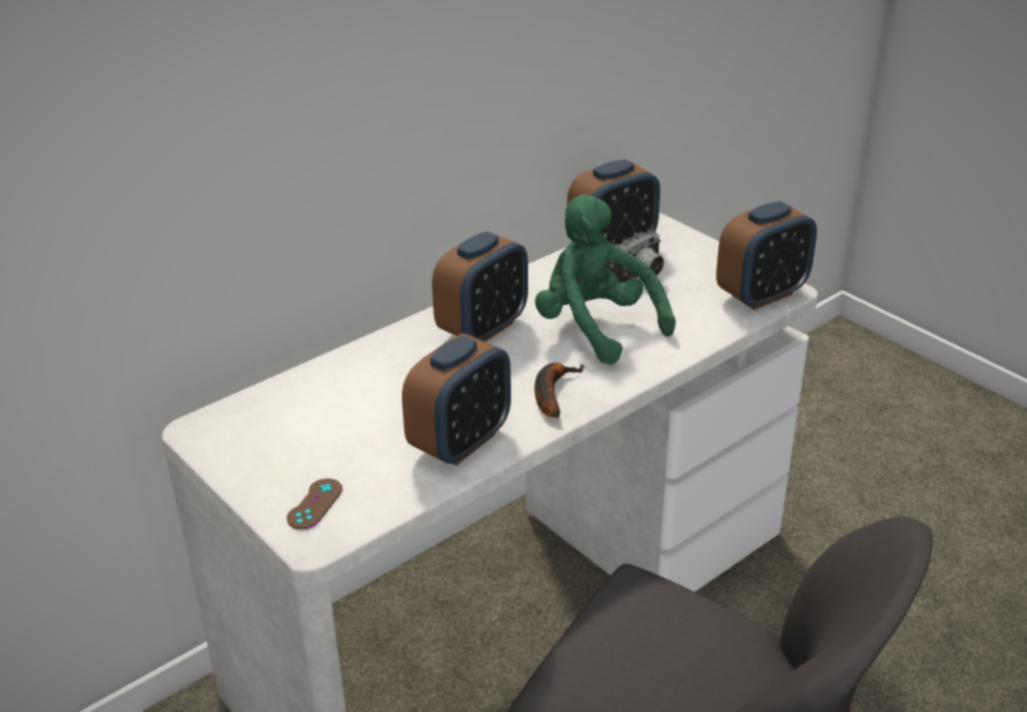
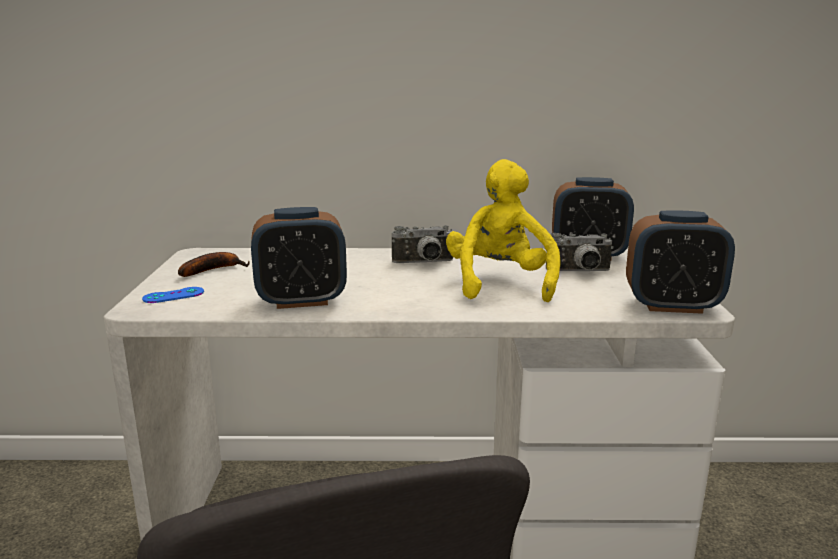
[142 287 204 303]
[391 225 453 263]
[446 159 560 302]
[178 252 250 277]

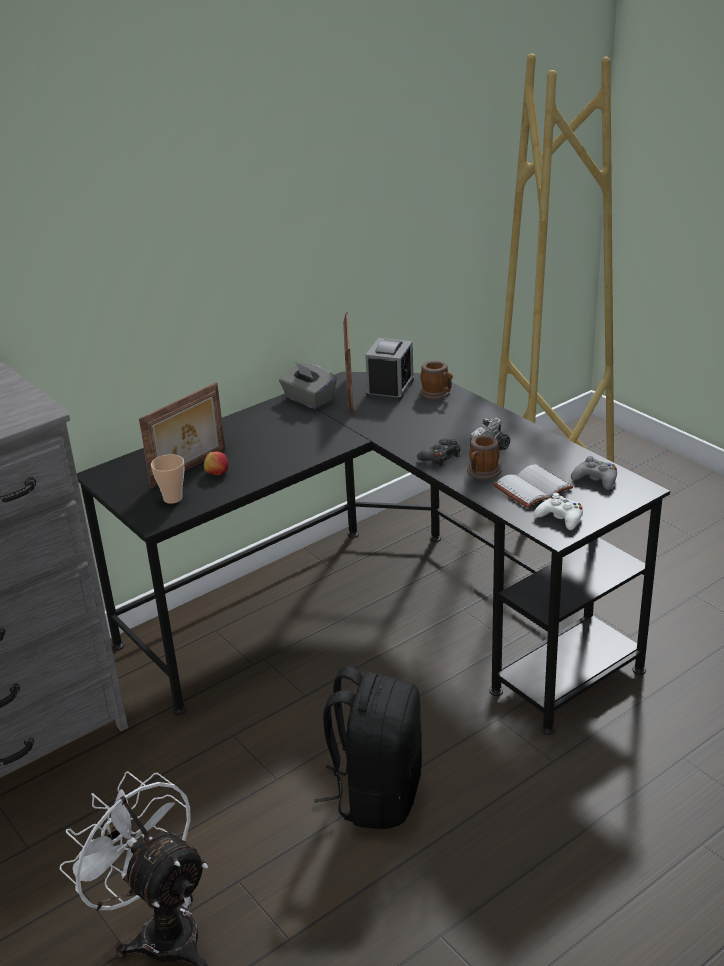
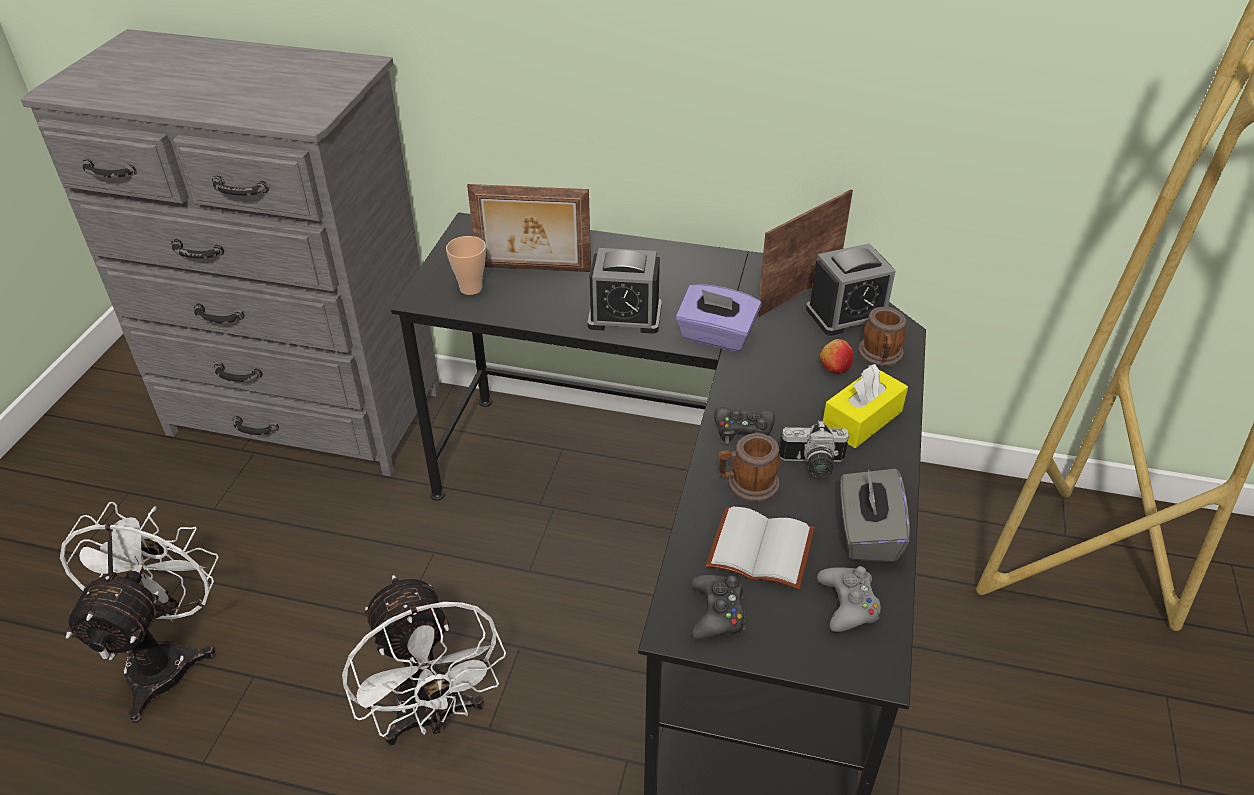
[820 339 854 374]
[840 469 910 562]
[342 575 506 746]
[691 575 746 639]
[587 248 662 334]
[676 284 761 352]
[823 364 908 448]

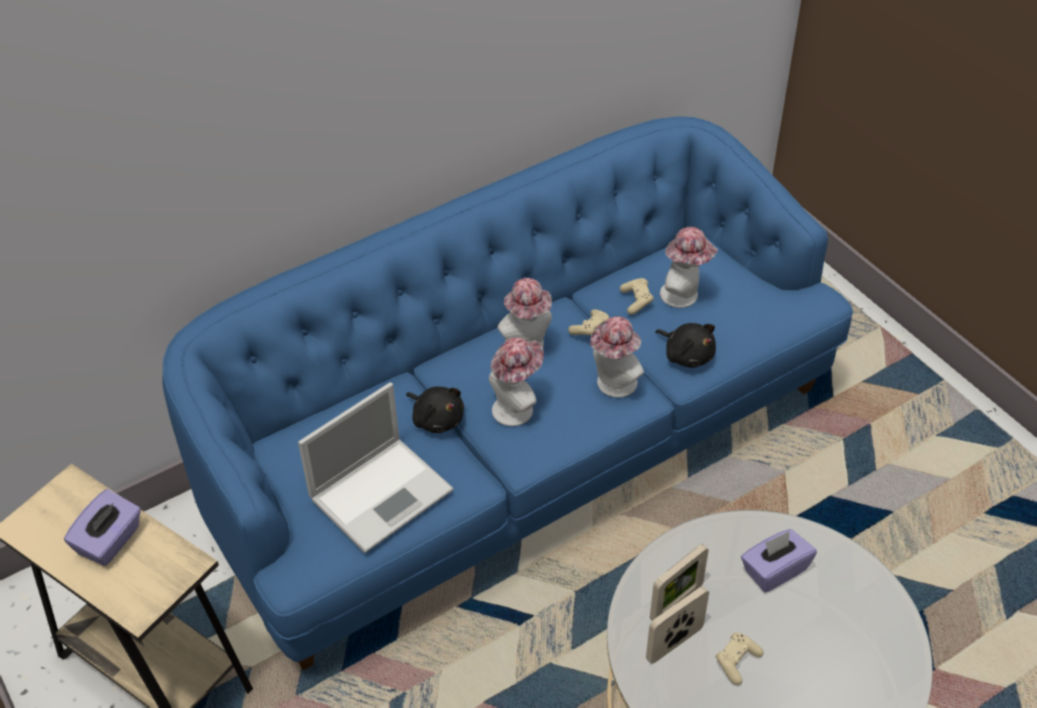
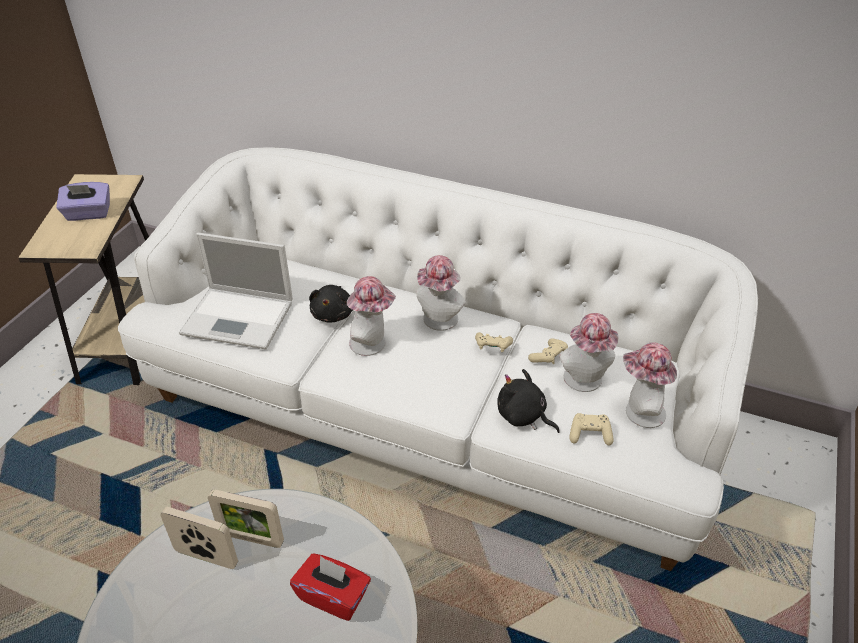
[118 147 758 571]
[623 343 677 428]
[497 369 560 433]
[569 413 614 445]
[290 553 371 621]

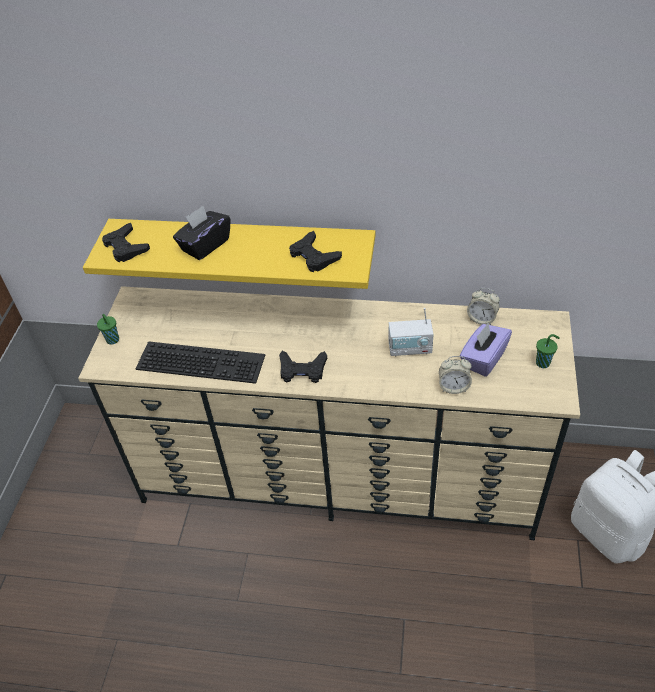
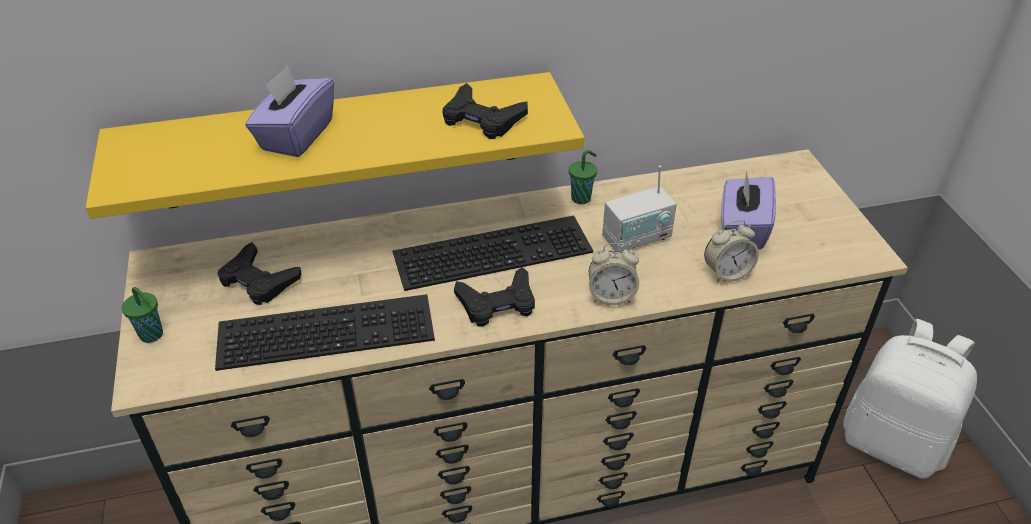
[217 242 302 305]
[245 65 334 157]
[589 243 639 305]
[569 150 597 204]
[393 216 593 291]

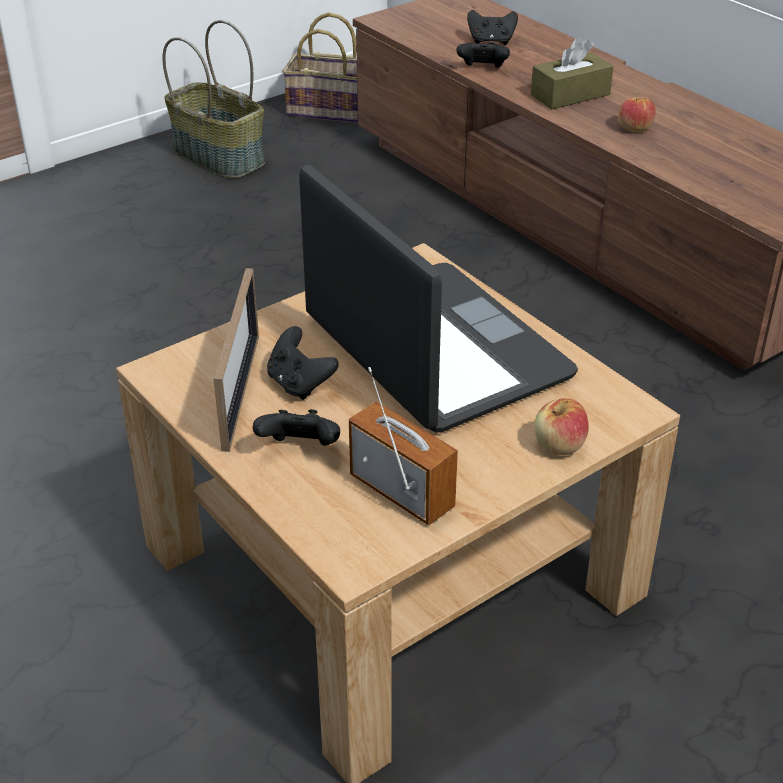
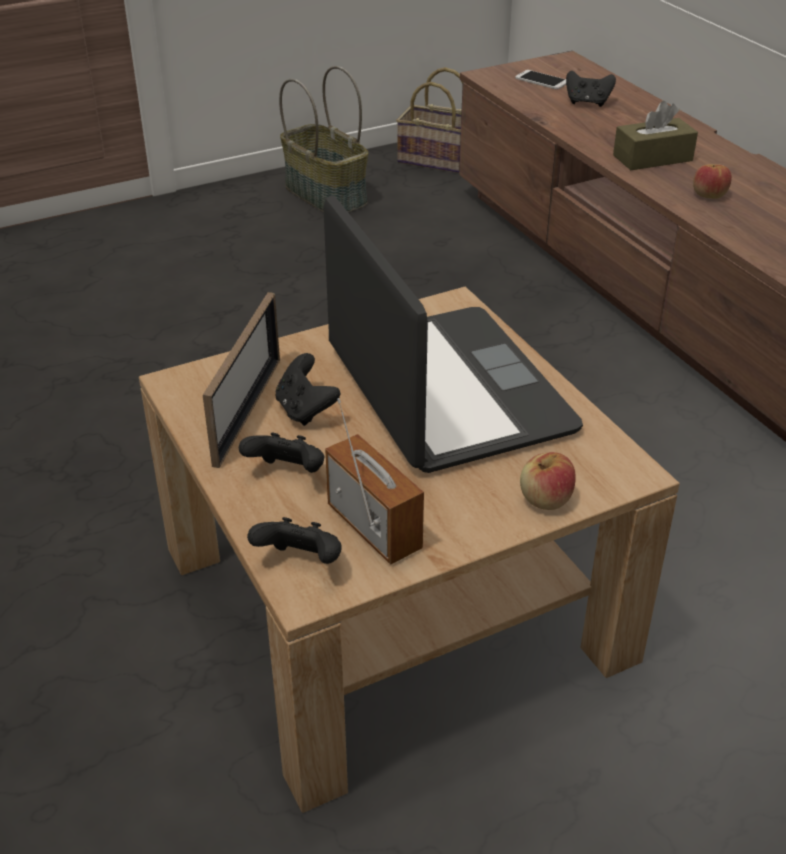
[247 517 342 564]
[515 70 566 90]

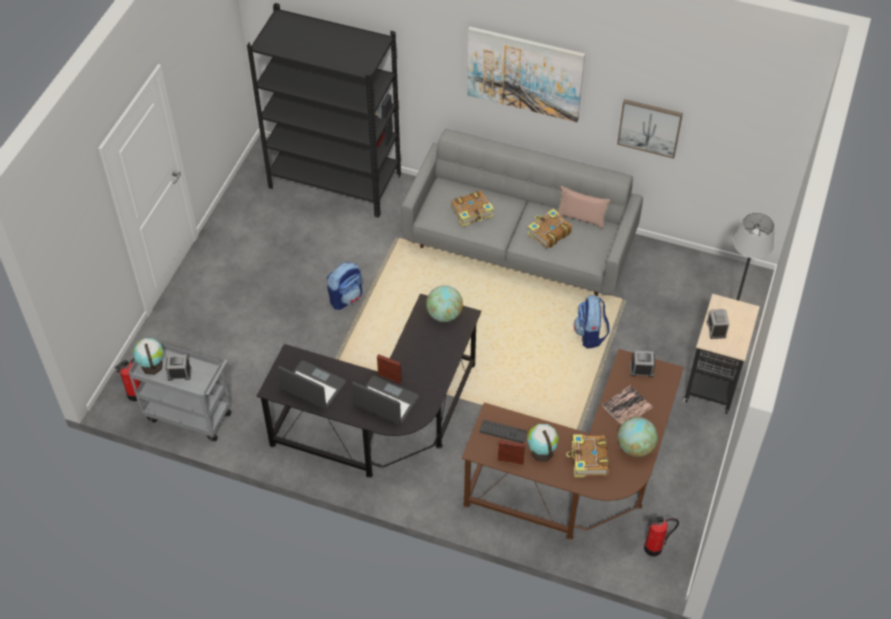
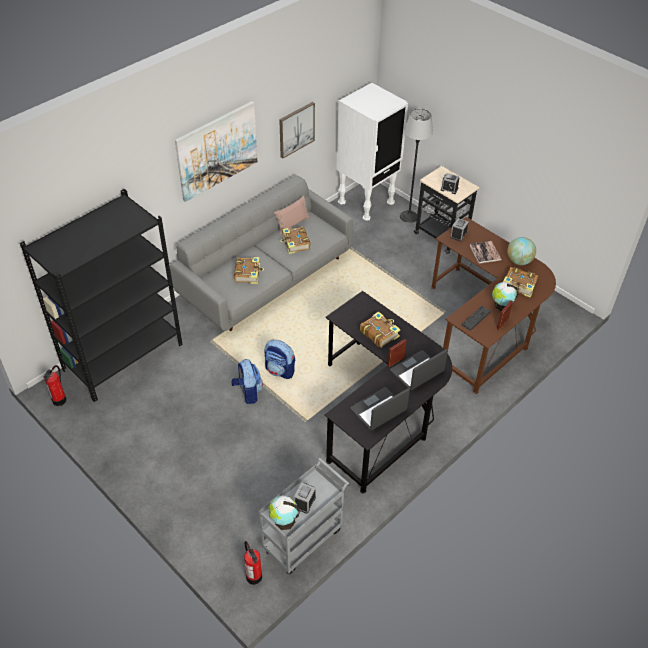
[426 285 463 322] (first image)
[264 340 295 379]
[43 365 67 406]
[336 83 408 221]
[360 312 400 348]

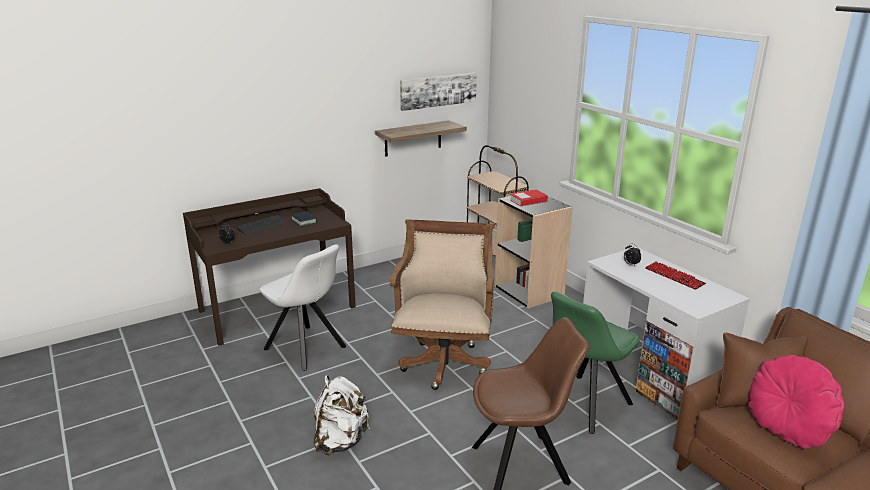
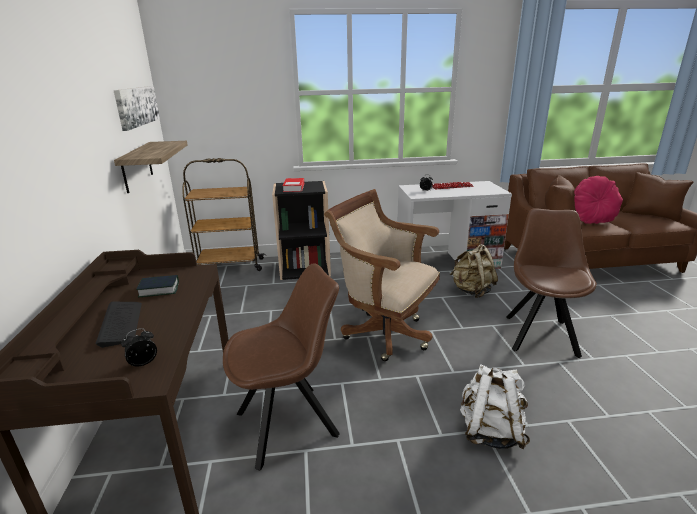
[223 263 340 470]
[450 244 498 298]

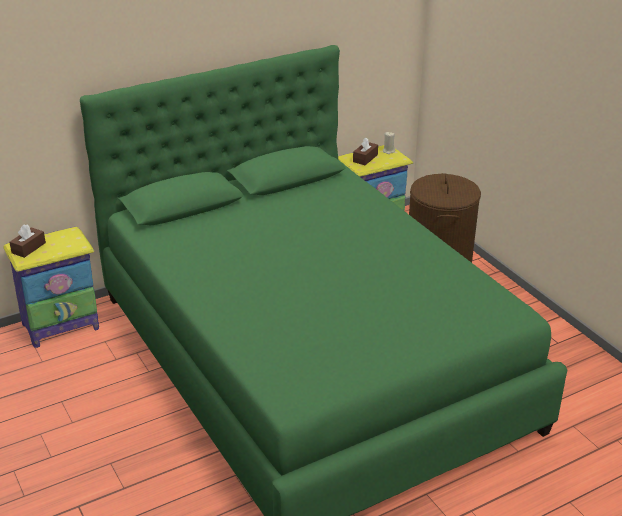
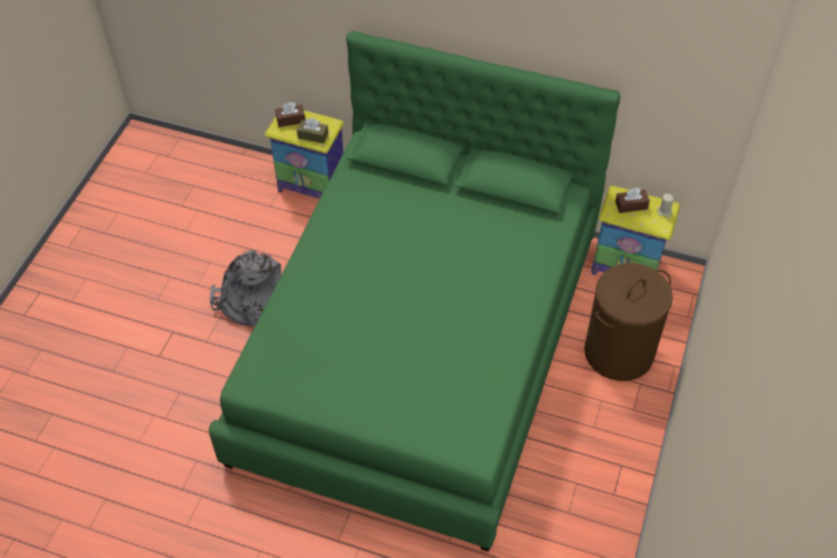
[210 250 281 327]
[297 118 329 143]

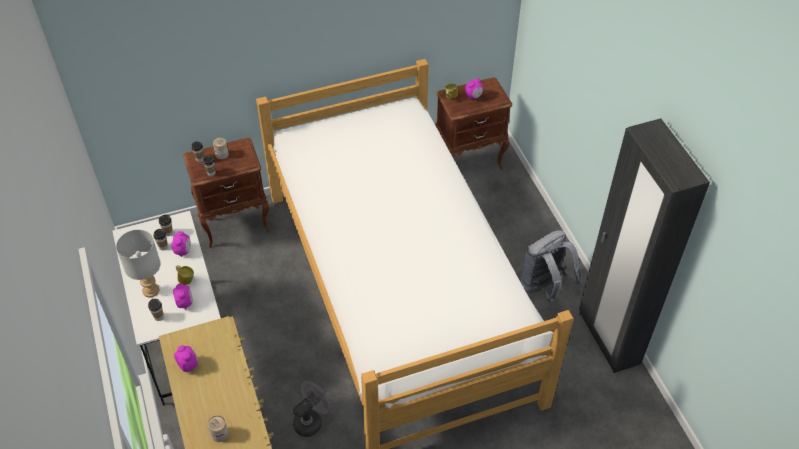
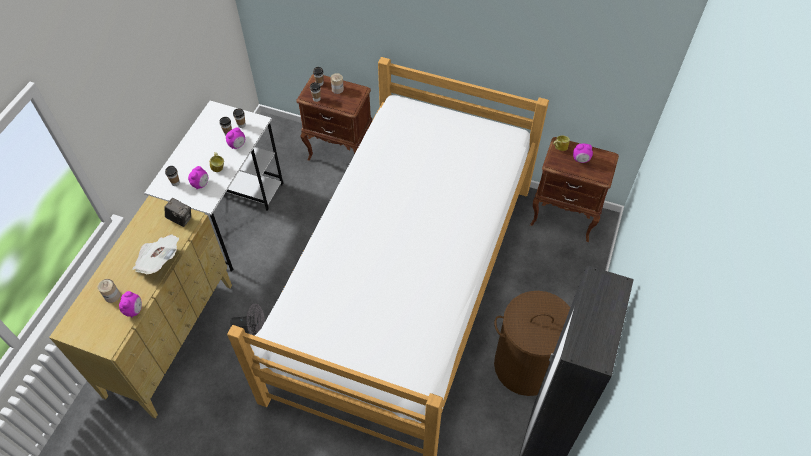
[116 230 161 297] (first image)
[119 291 142 318]
[494 291 571 396]
[132 234 179 274]
[164 198 191 227]

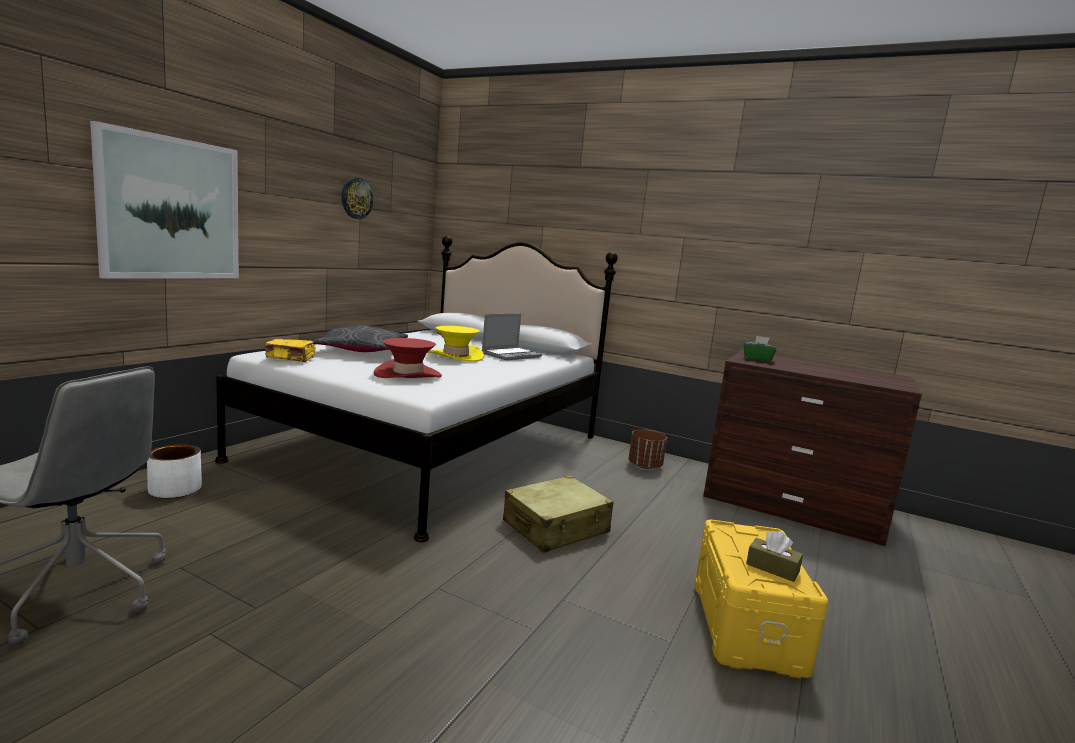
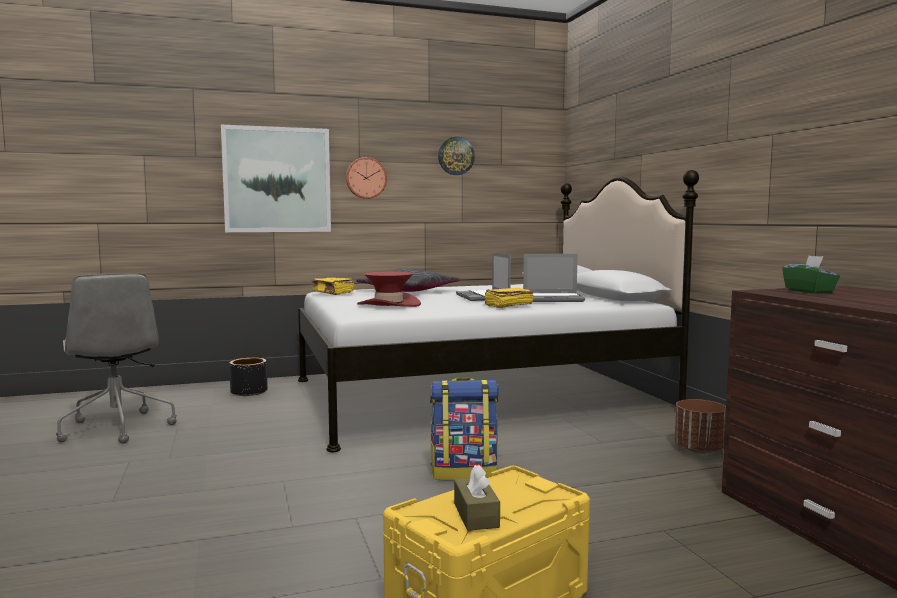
[230 358 268 396]
[456 252 511 301]
[430 378 499 481]
[346 157 387 199]
[484 288 534 308]

